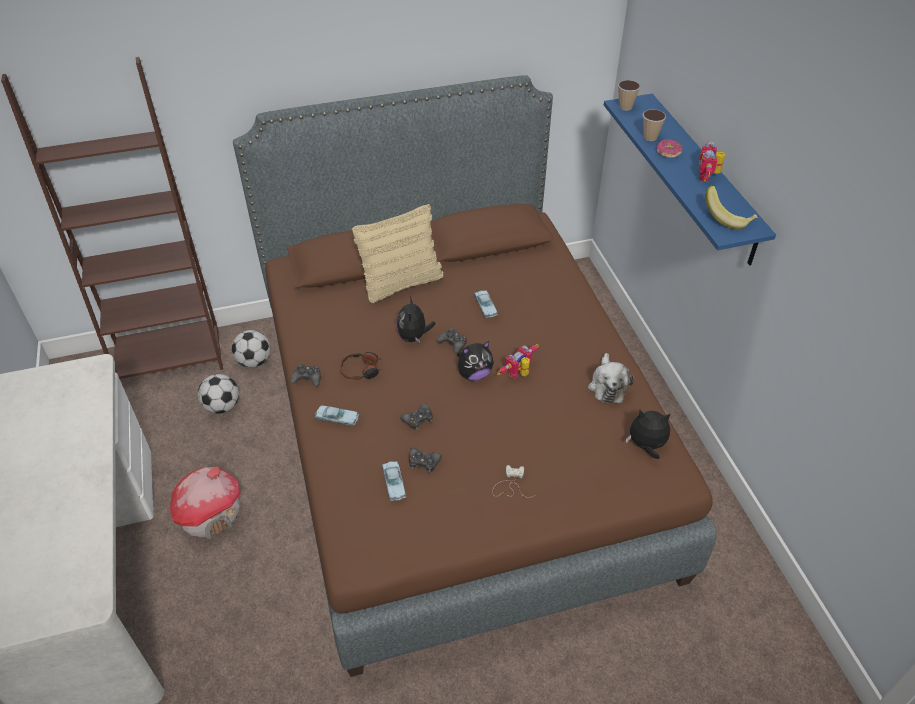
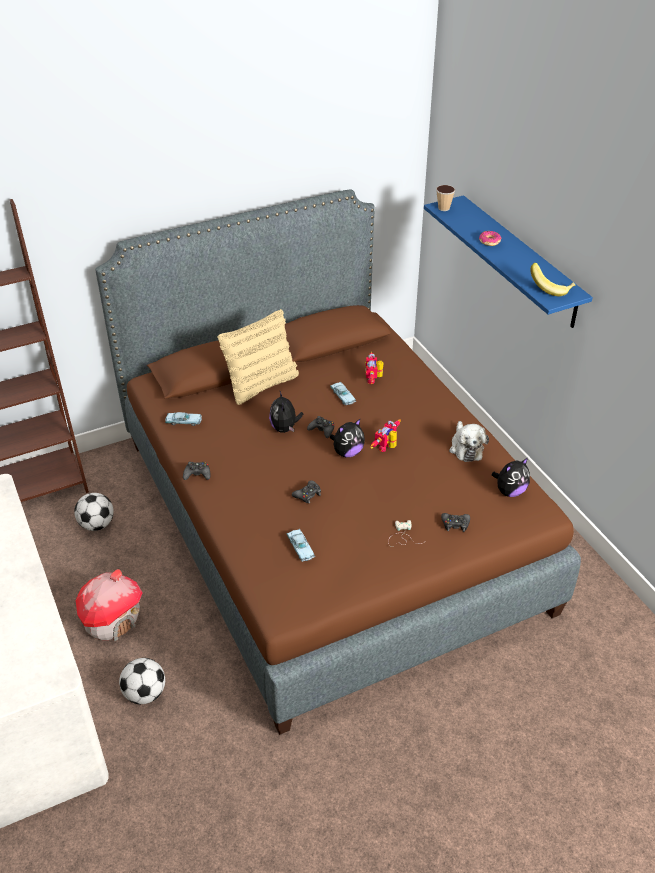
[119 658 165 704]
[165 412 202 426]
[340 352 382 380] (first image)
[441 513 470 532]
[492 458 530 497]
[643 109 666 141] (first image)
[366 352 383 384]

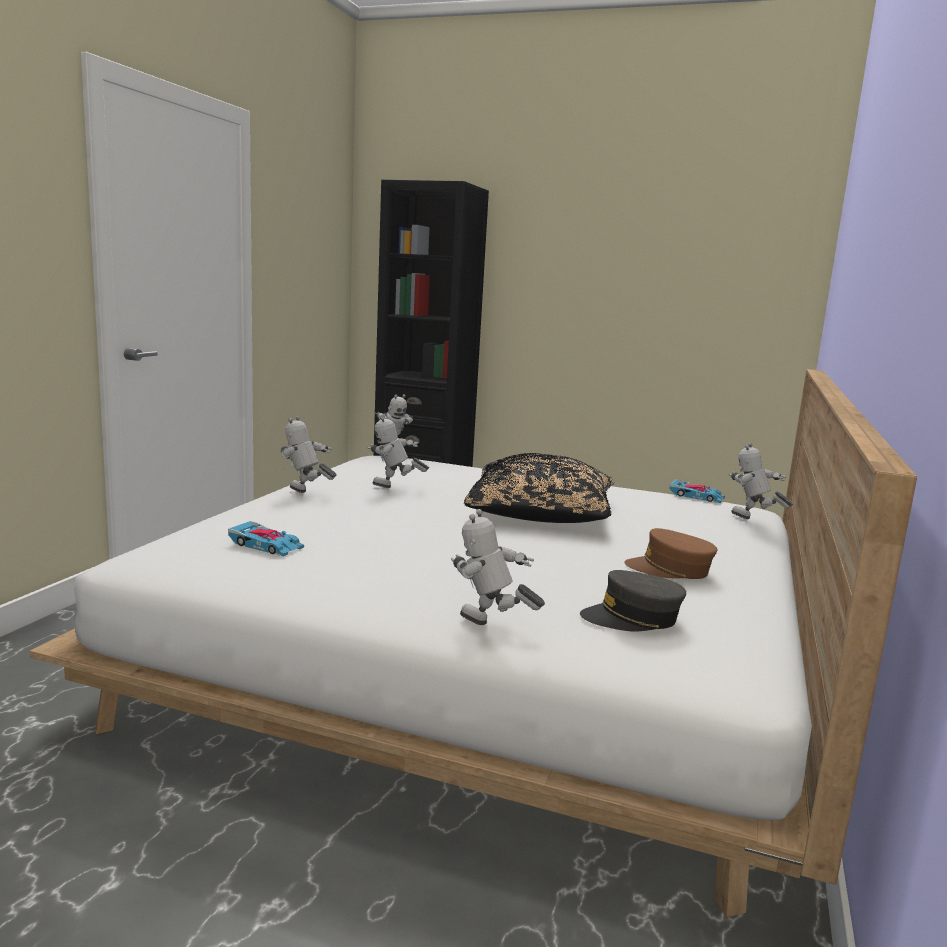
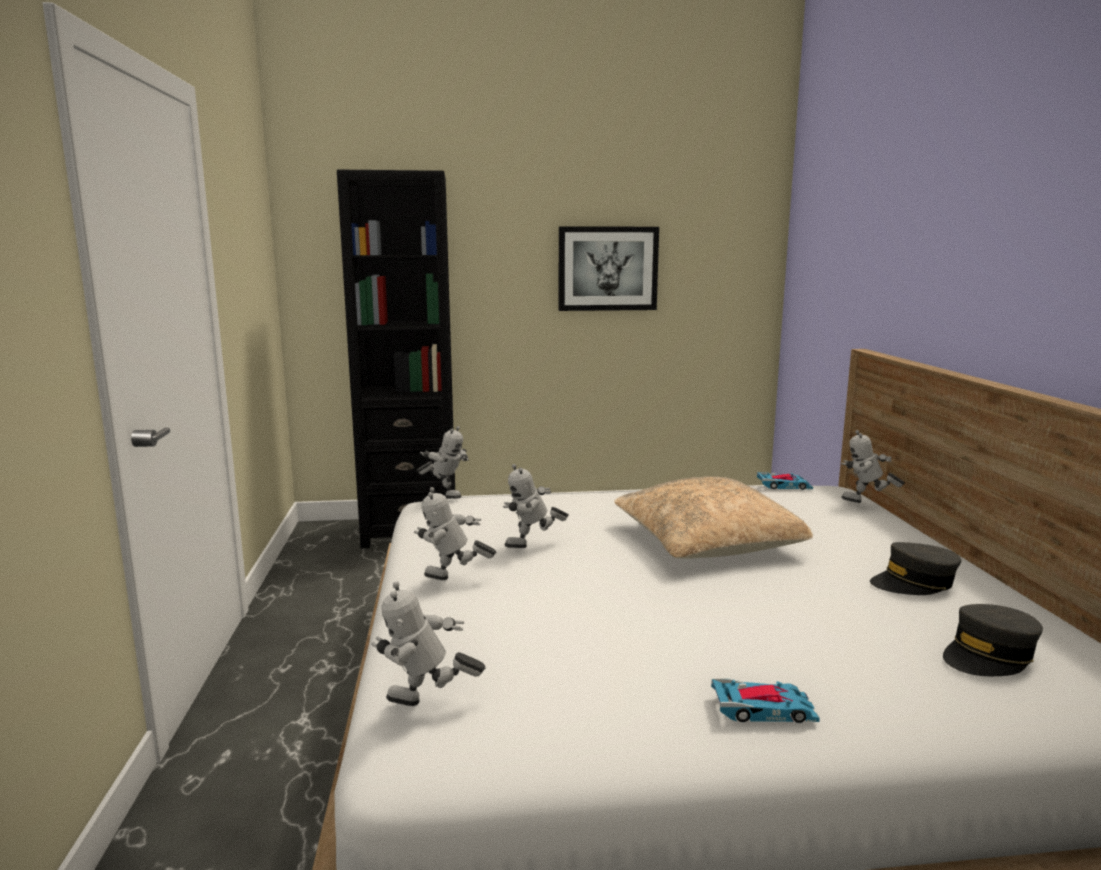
[711 678 820 723]
[371 581 486 706]
[614 476 813 559]
[870 542 961 595]
[559 226 659 311]

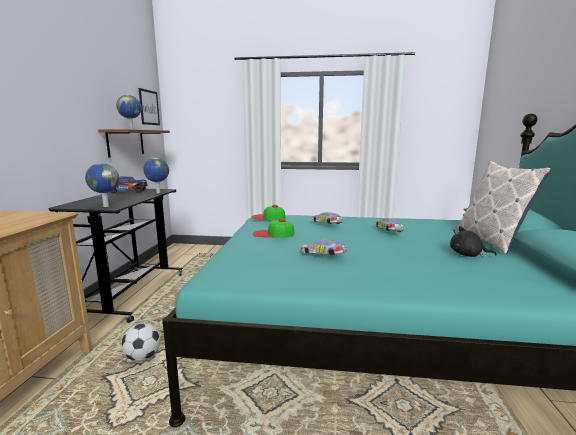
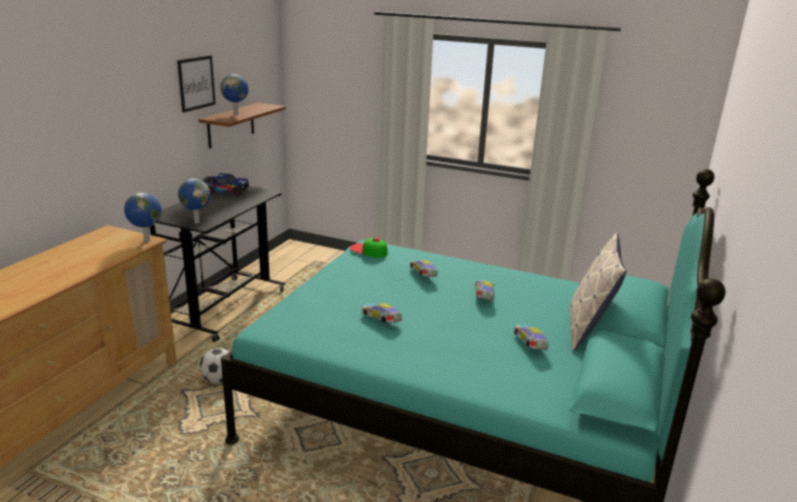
[177 55 216 113]
[124 192 162 242]
[253 219 294 238] (first image)
[514 325 549 350]

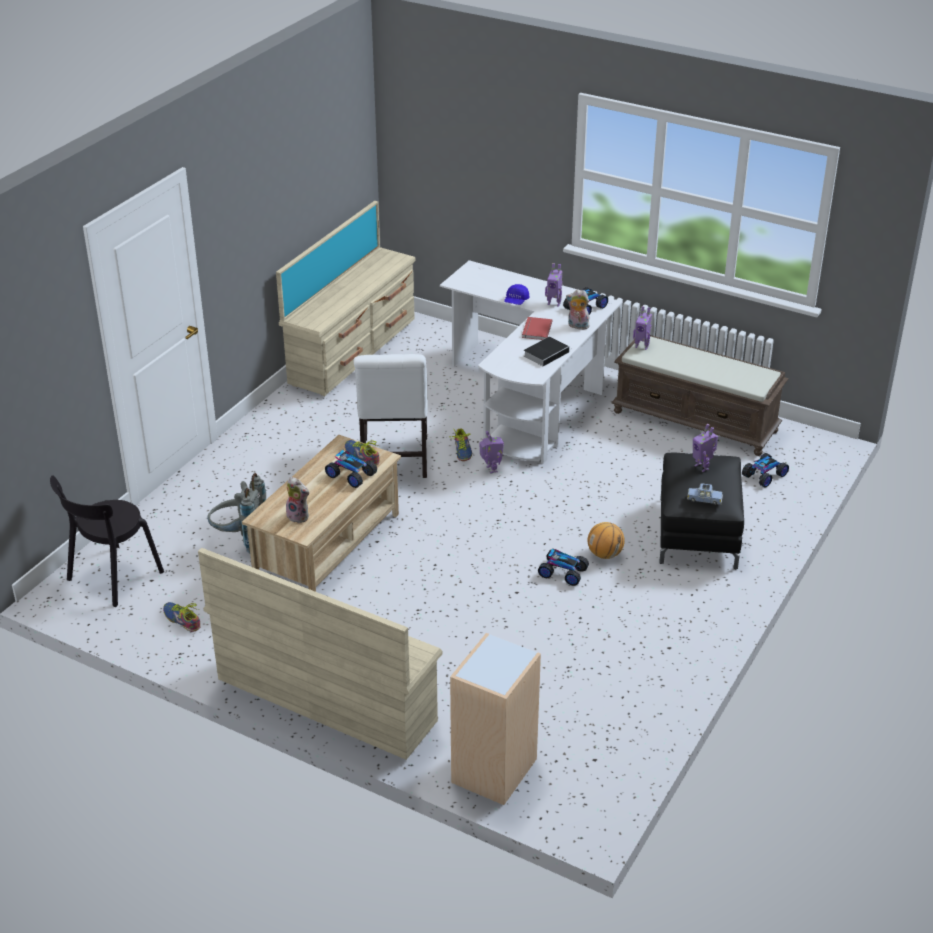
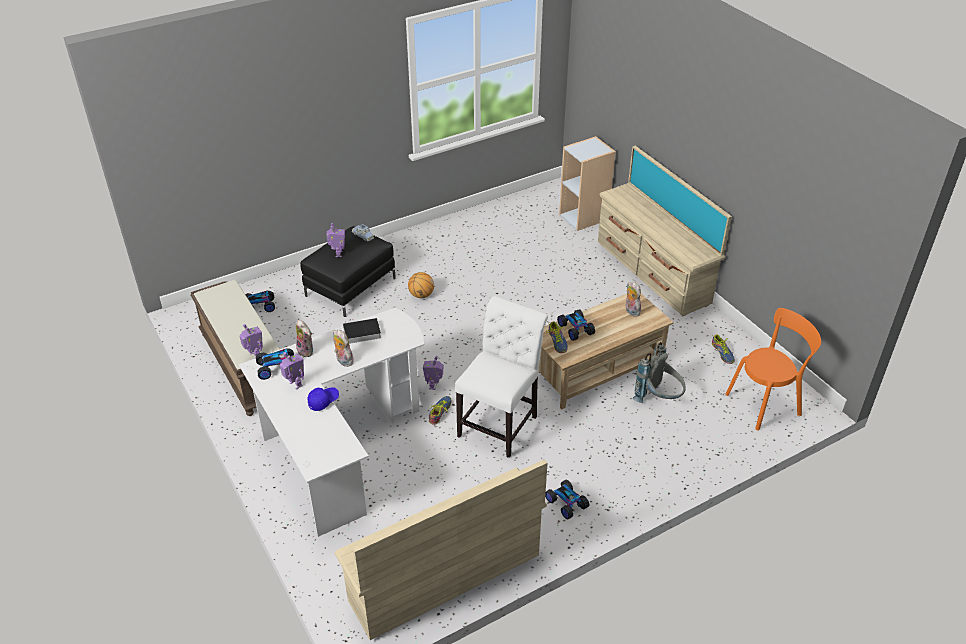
[725 308 821 431]
[333 330 355 367]
[545 480 589 520]

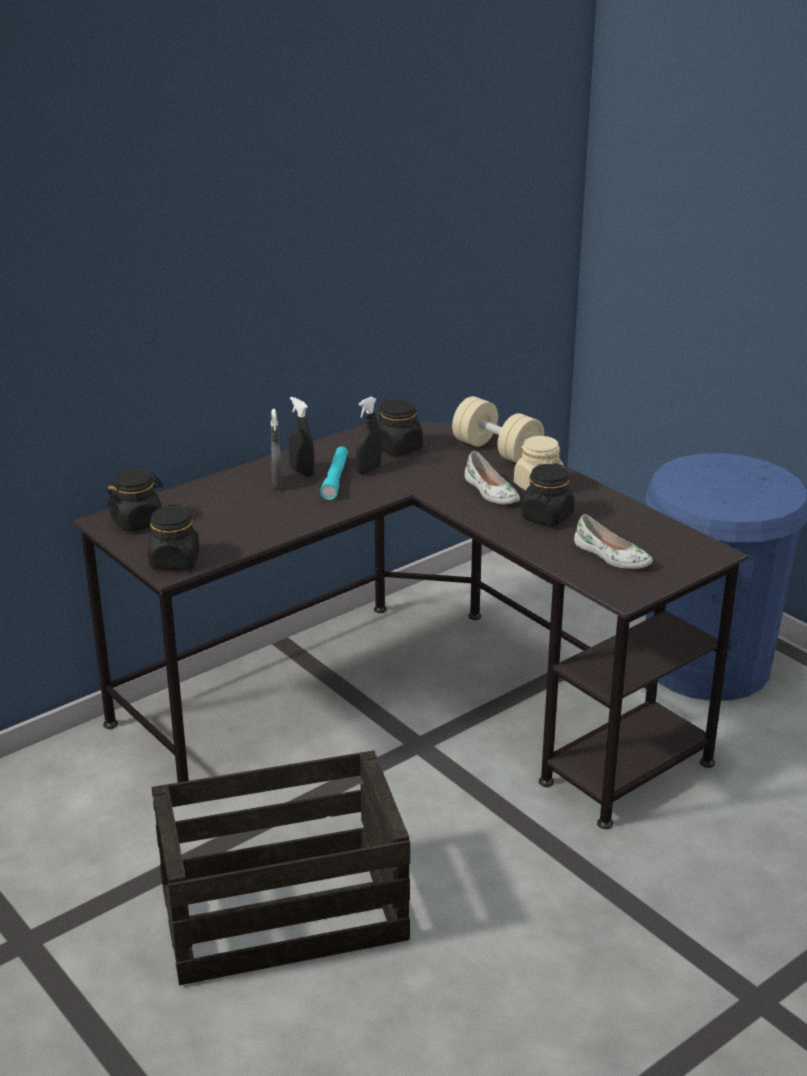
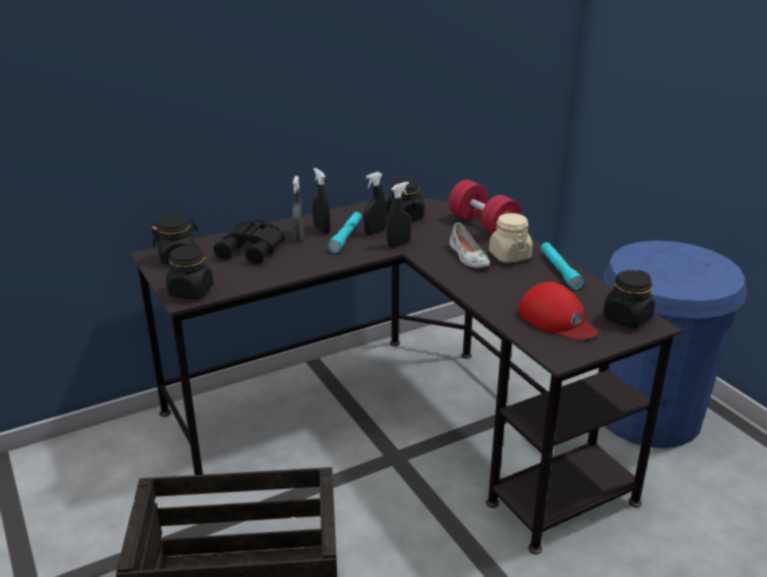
[449 180 522 234]
[603 270 655 328]
[519 282 597 340]
[214 218 285 265]
[387 182 411 248]
[541 242 584 290]

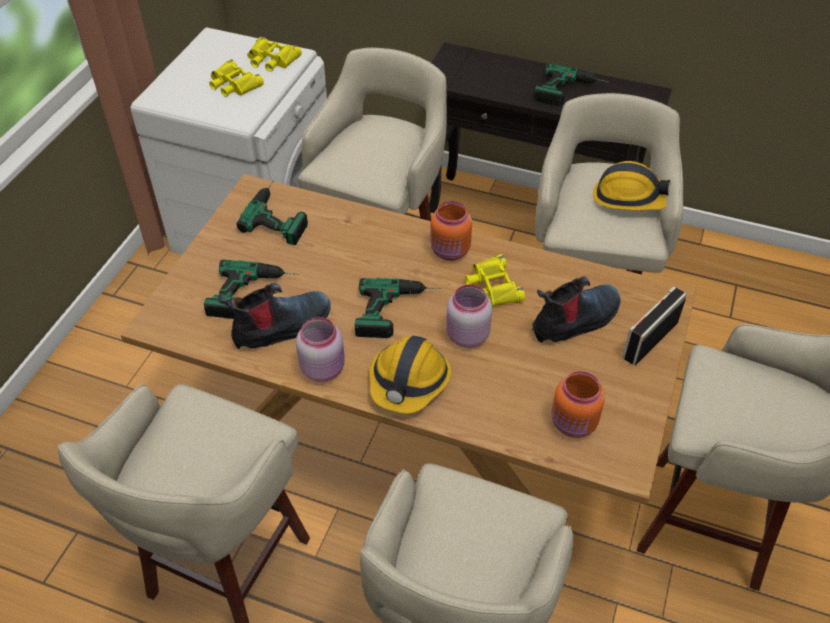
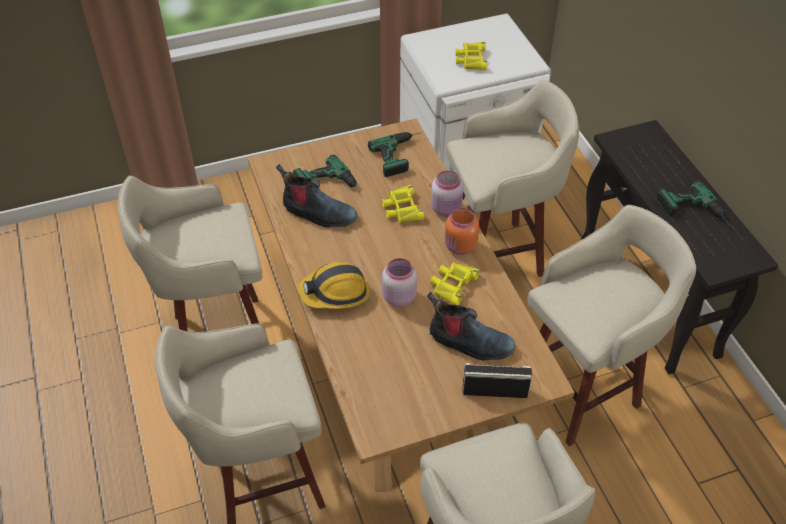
[382 185 424 223]
[431 170 463 217]
[355 278 441 338] (first image)
[552 371 605 438] (first image)
[593 161 670 210] (first image)

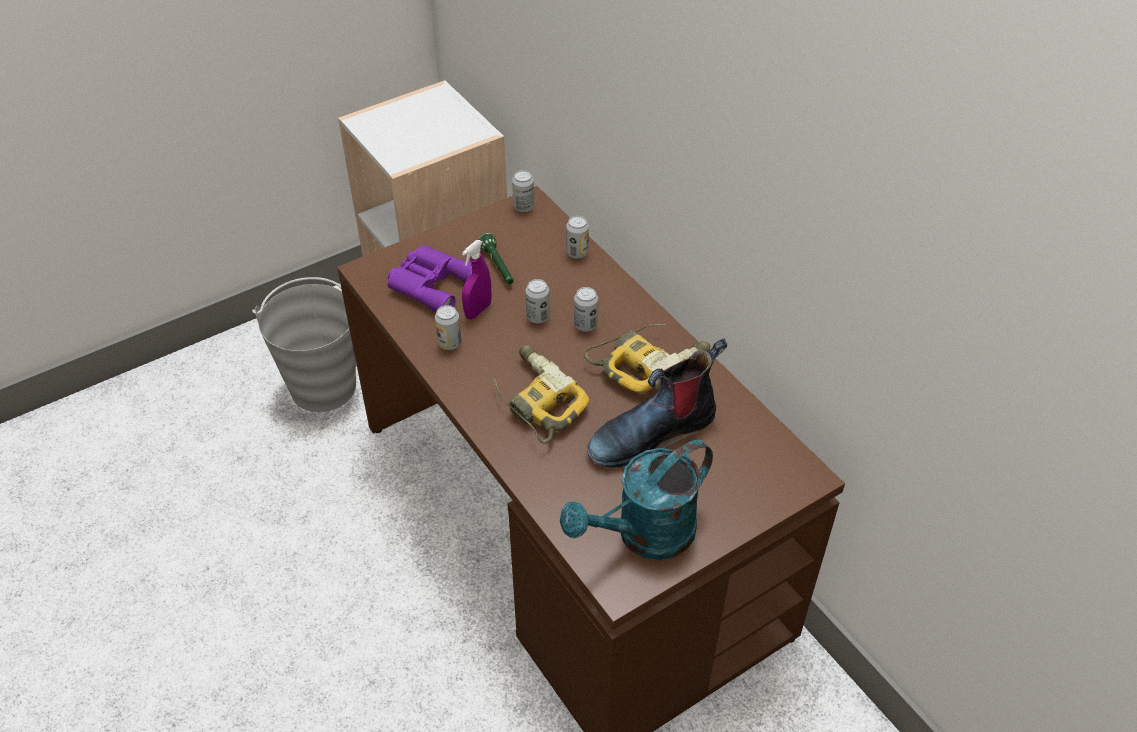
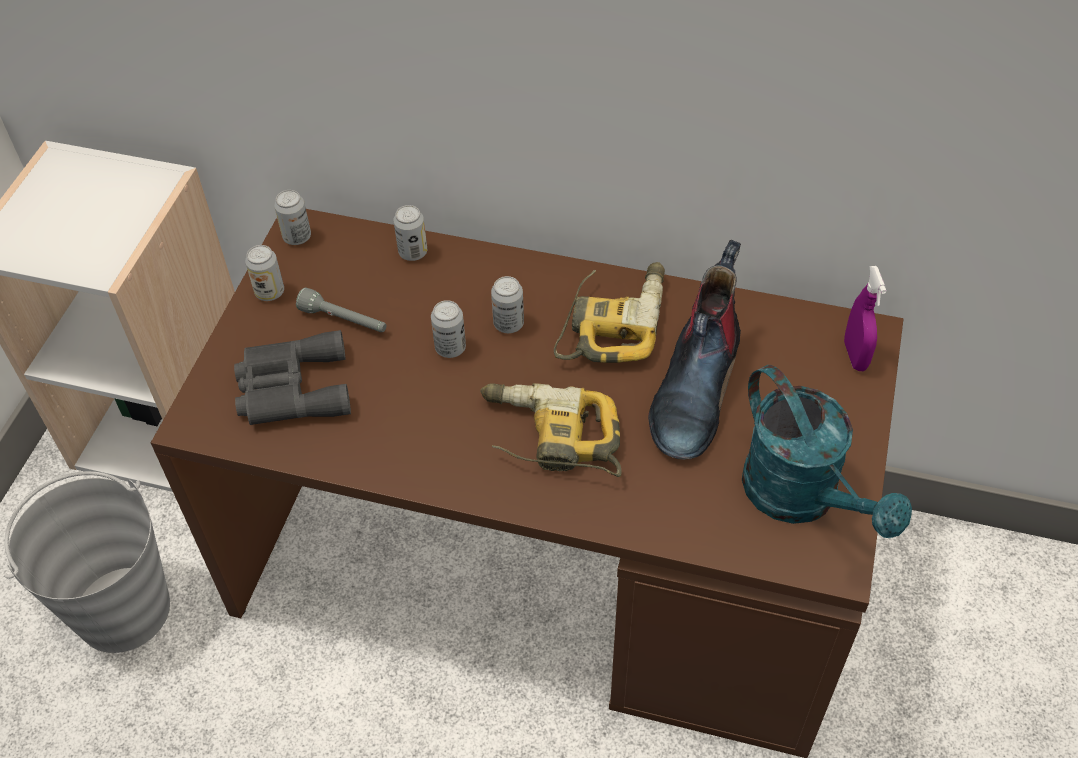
[234 330 351 425]
[245 245 284 301]
[844 266 886 371]
[296 288 386 332]
[742 365 912 538]

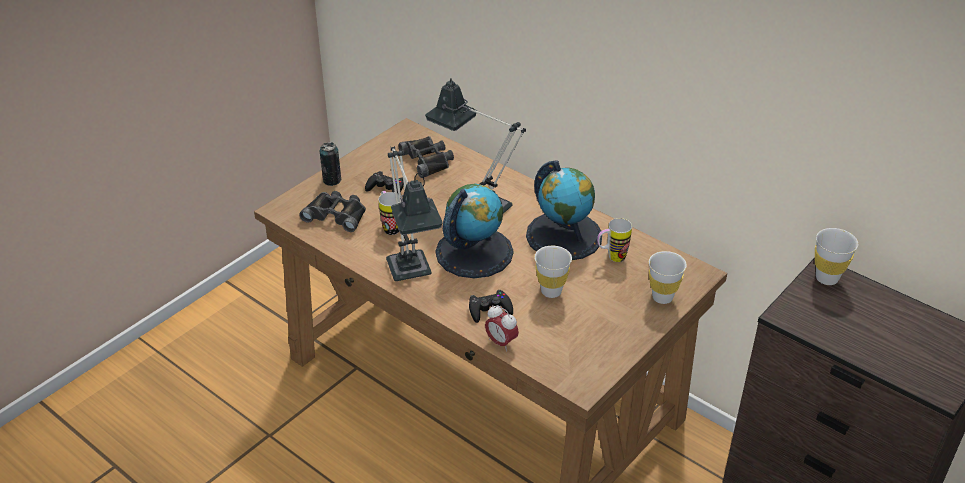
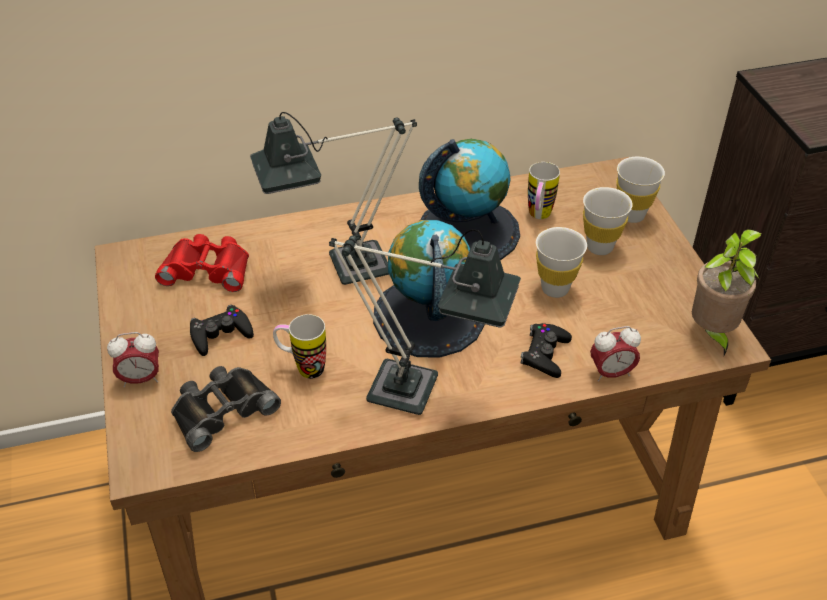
[107 332 159 387]
[155 234 249 292]
[583 187 633 255]
[692 229 761 356]

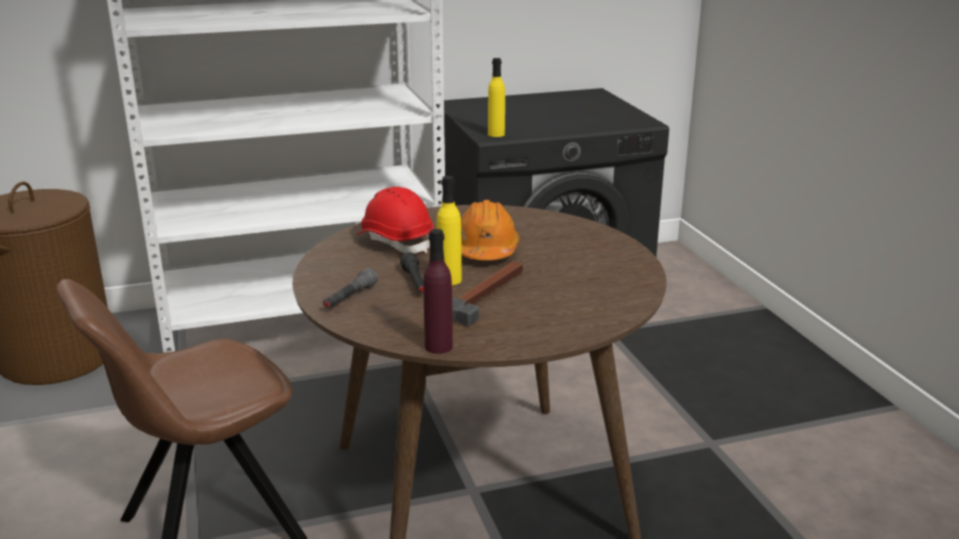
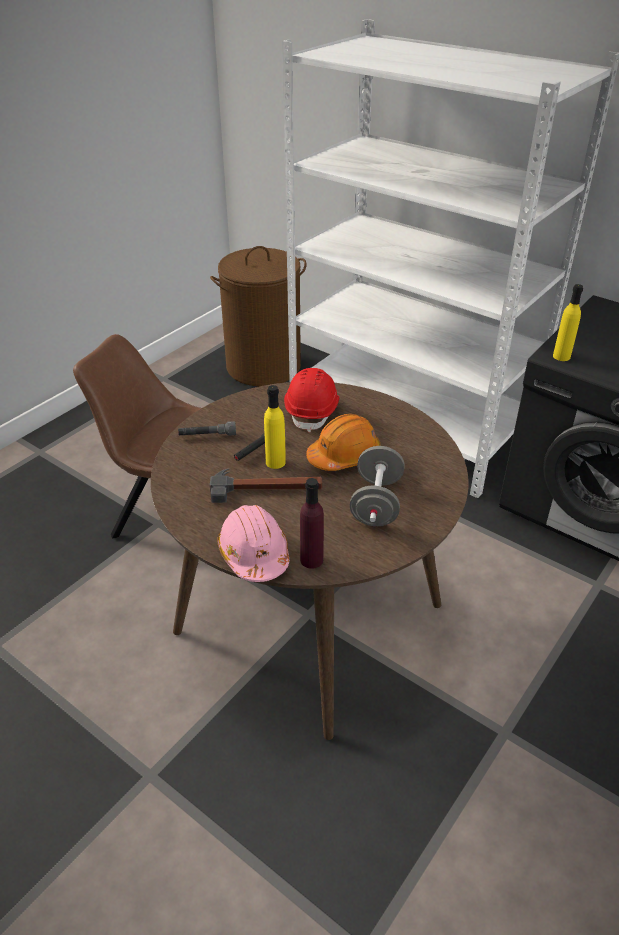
[300 478 324 569]
[217 505 289 582]
[350 446 405 526]

